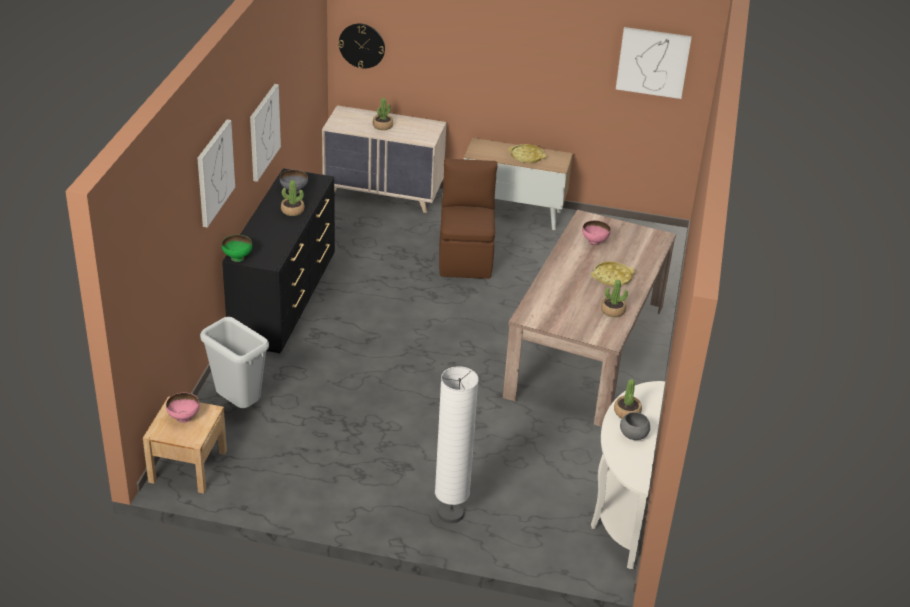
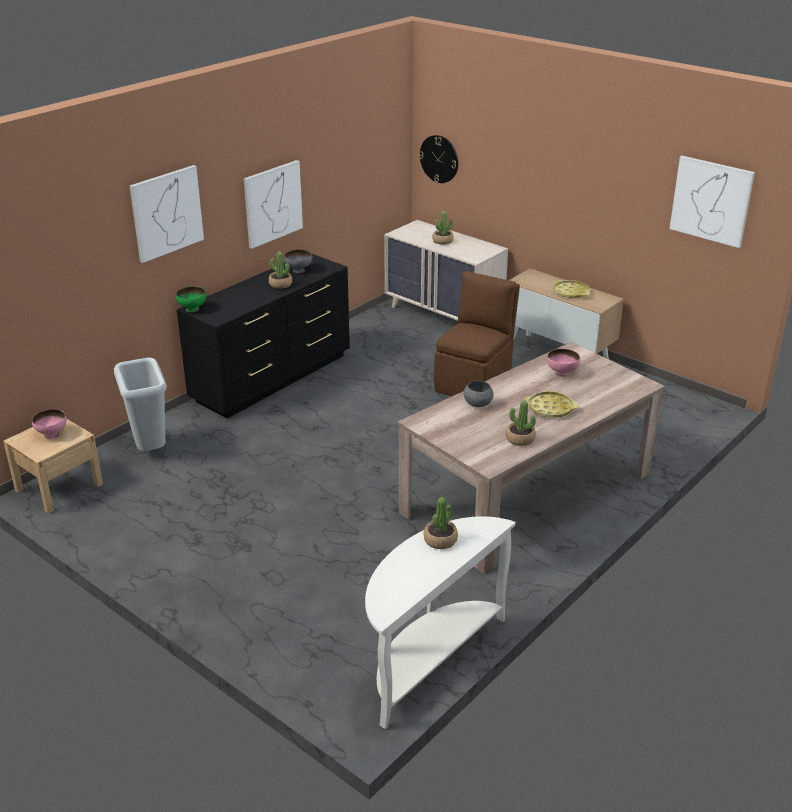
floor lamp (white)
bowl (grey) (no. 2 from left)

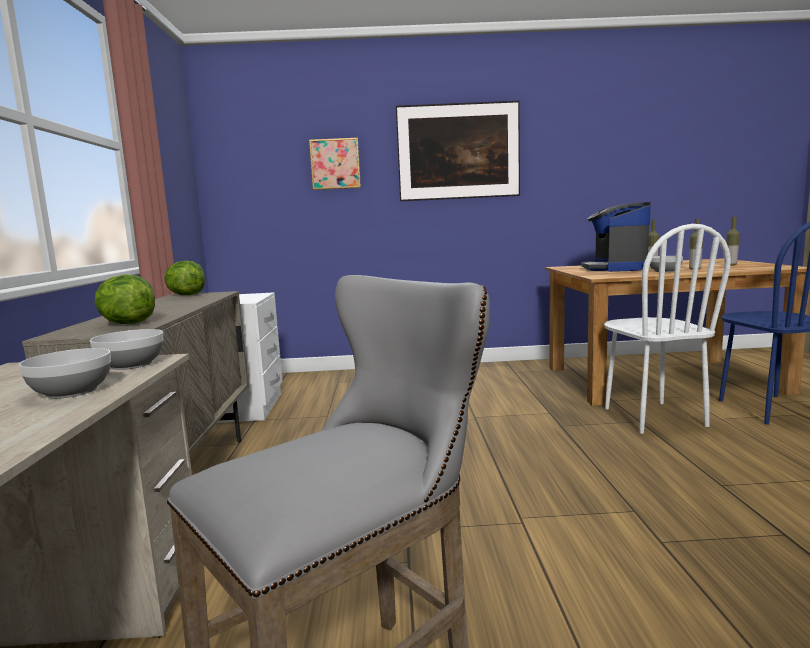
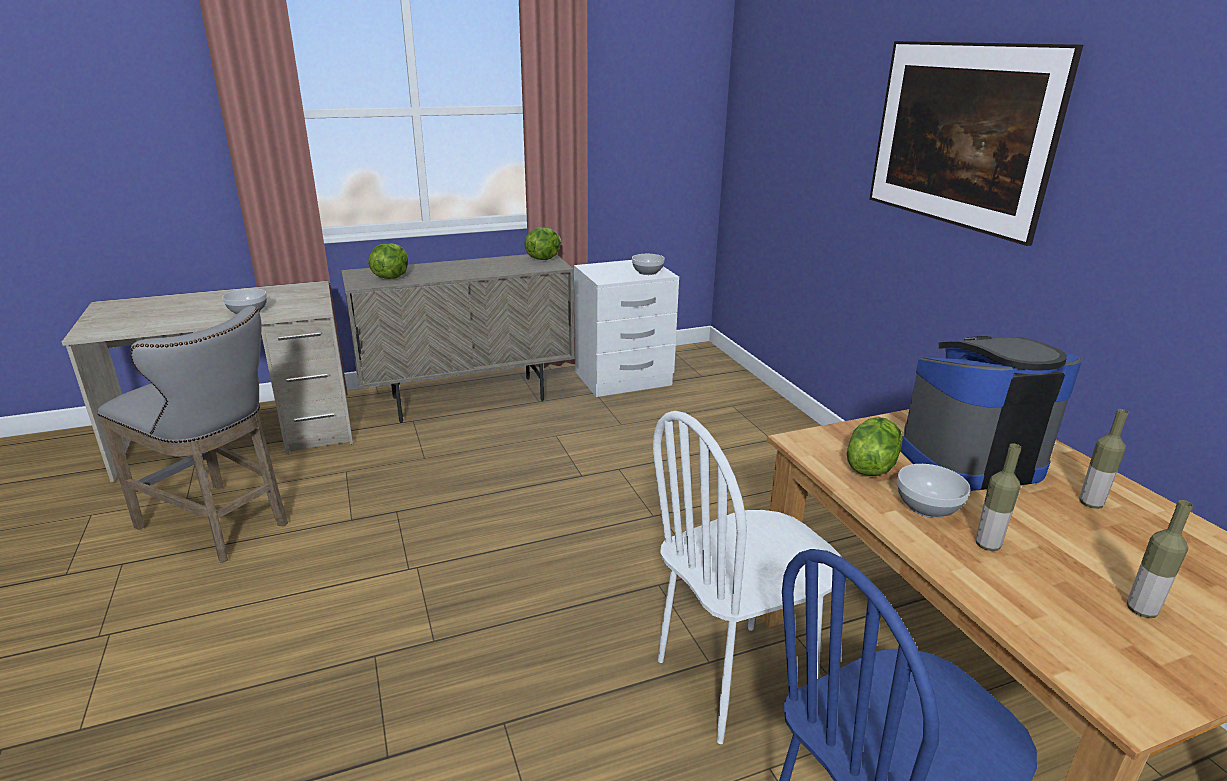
picture (no. 1 from left in the first image)
bowl (no. 2 from left)
lettuce (no. 3 from left)

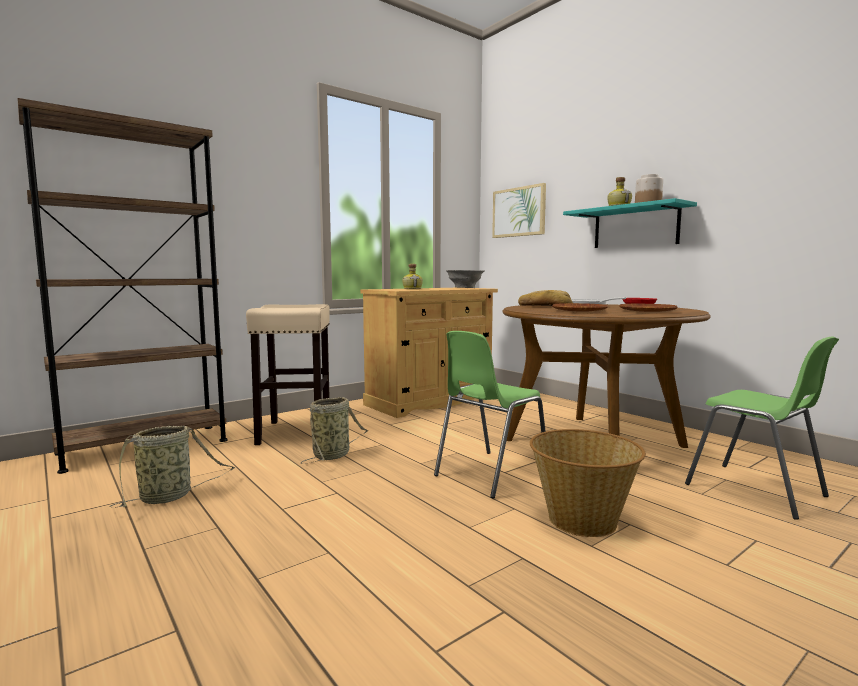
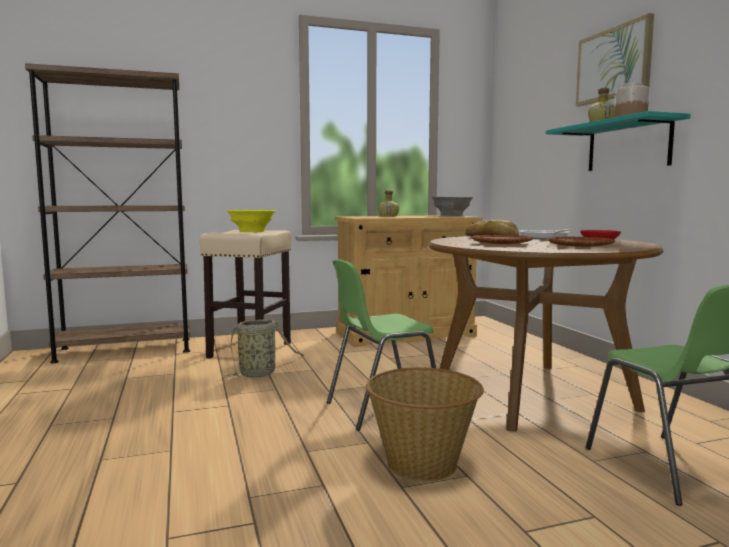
picture
basket (no. 1 from left in the first image)
bowl (yellow)

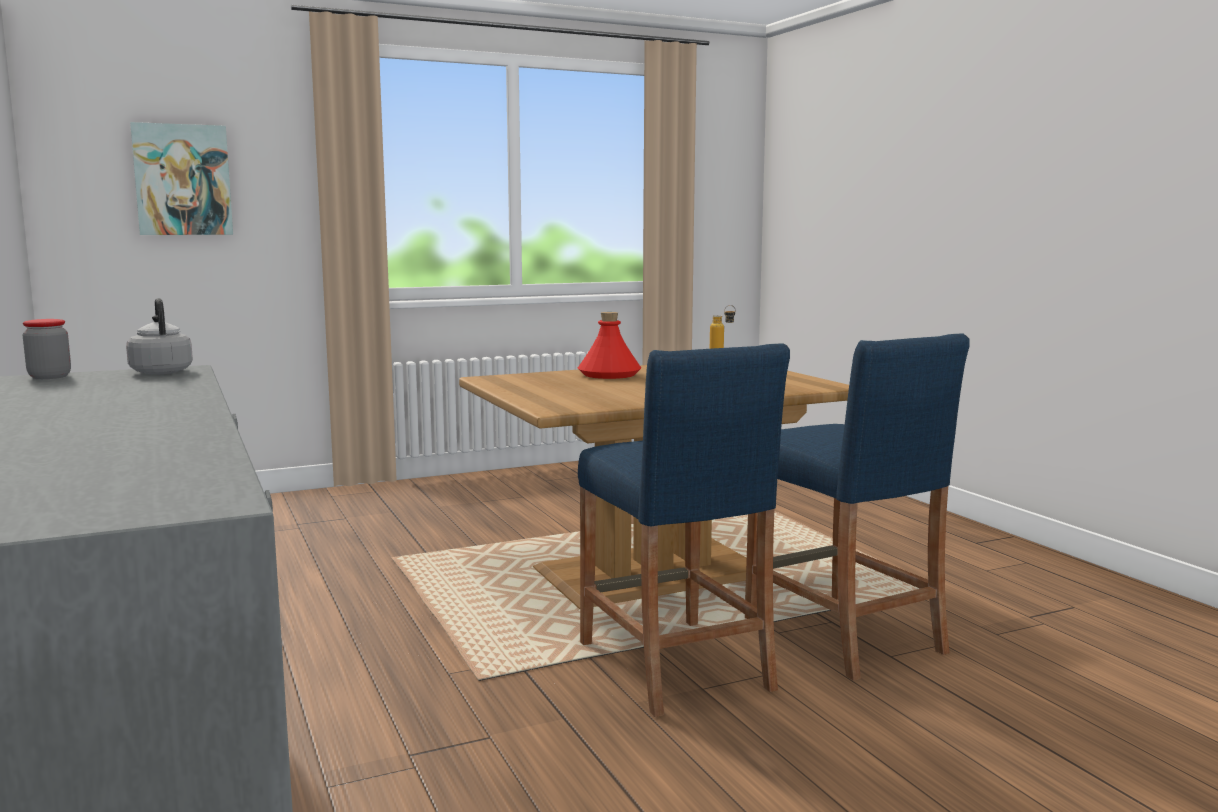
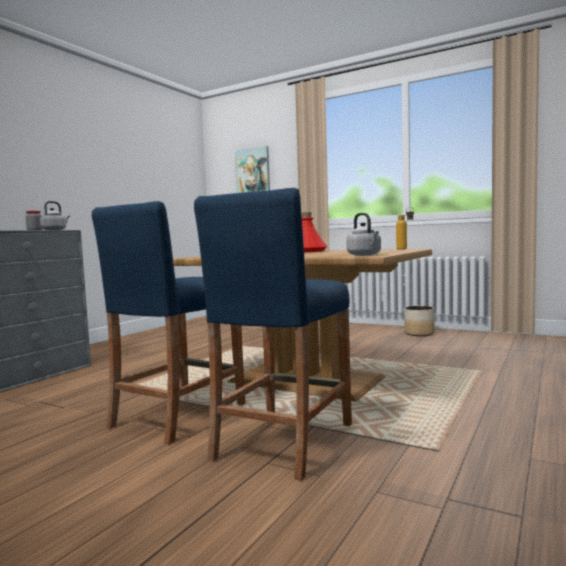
kettle (grey) (no. 2 from left)
planter

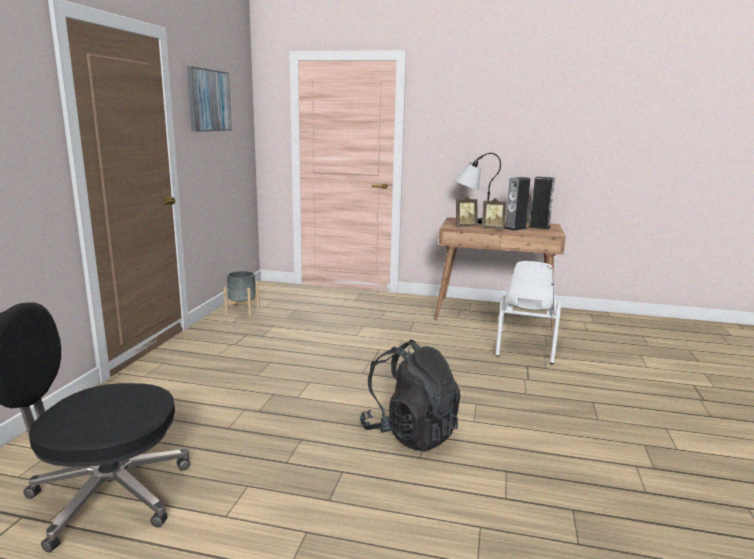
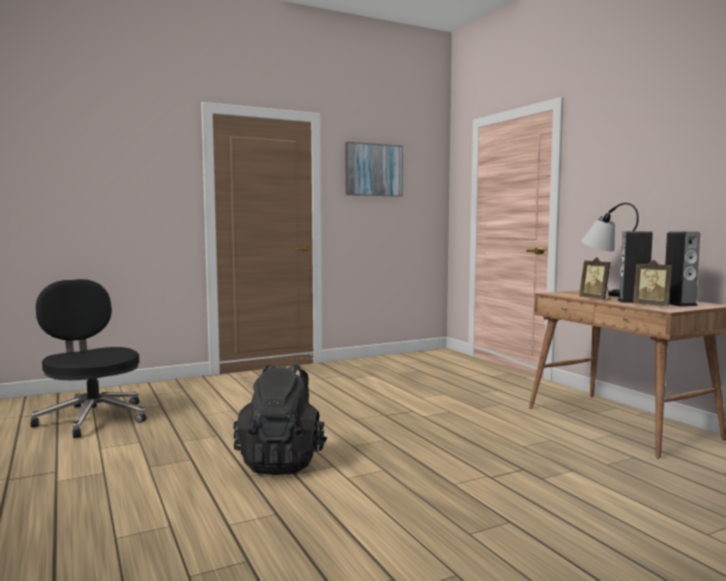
picture frame (no. 2 from left)
chair (white)
planter (grey)

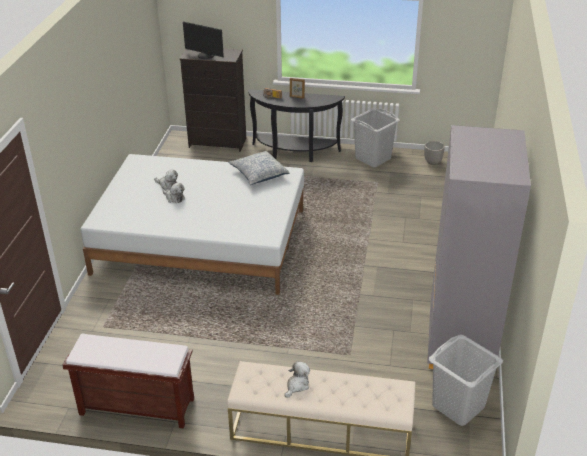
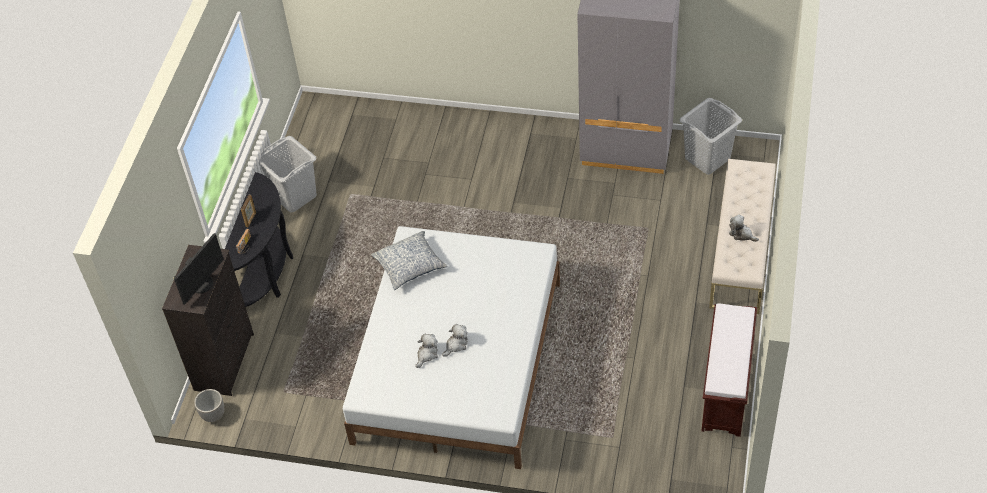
planter

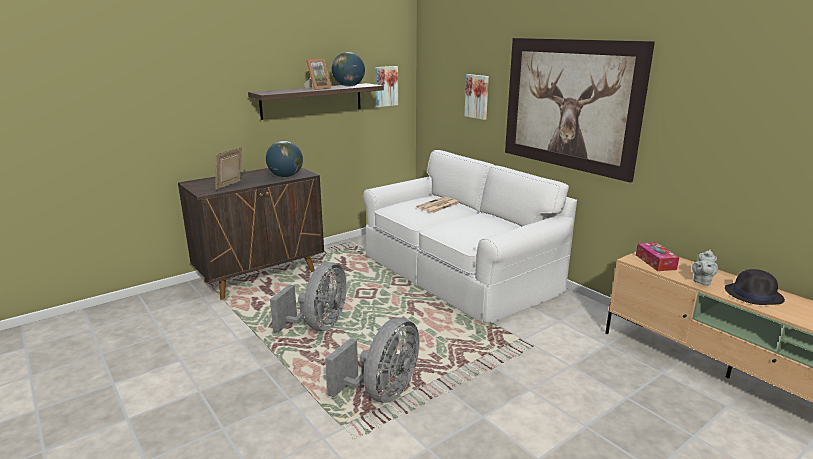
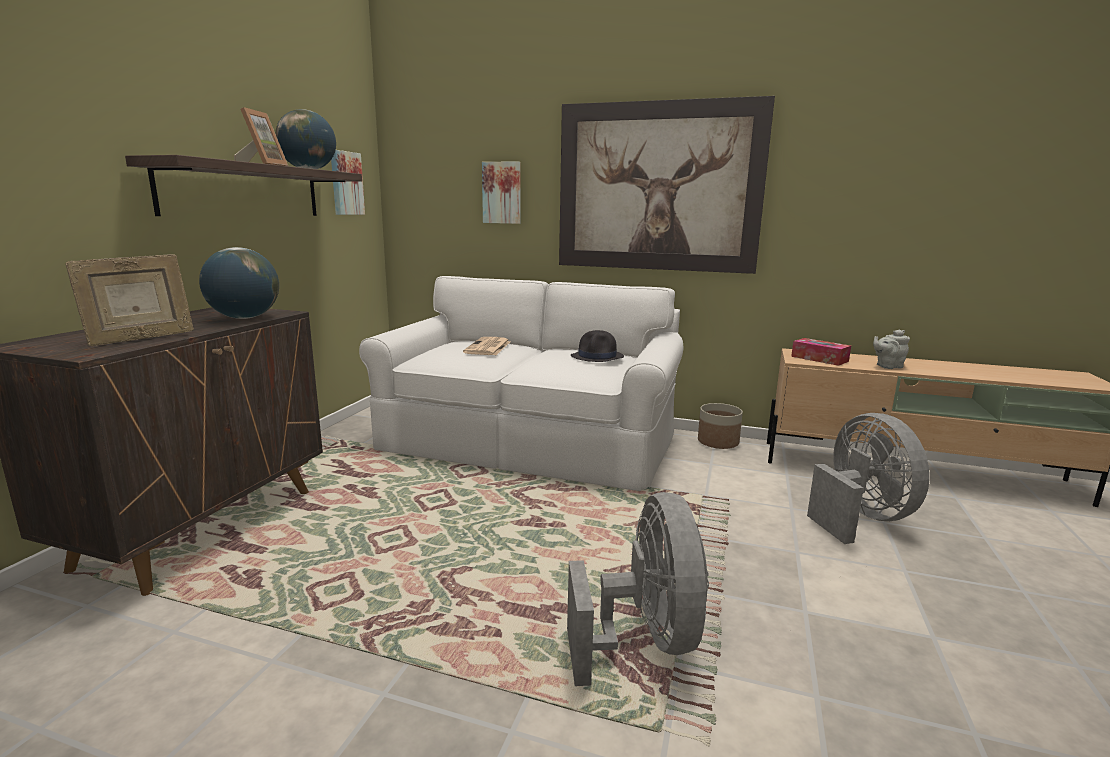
picture frame (no. 1 from left)
teapot (grey)
fan (grey) (no. 2 from left)
hat (black)
planter

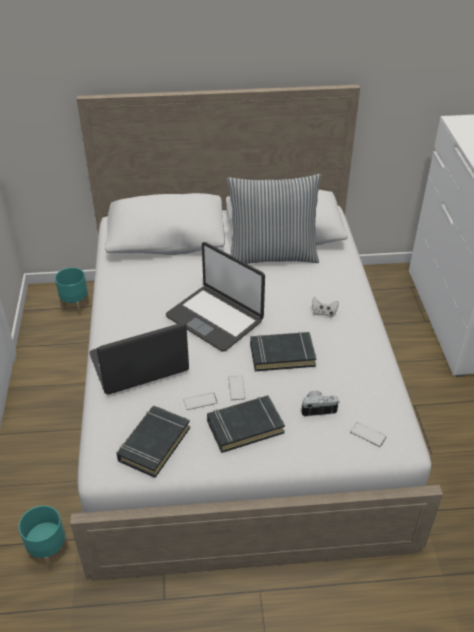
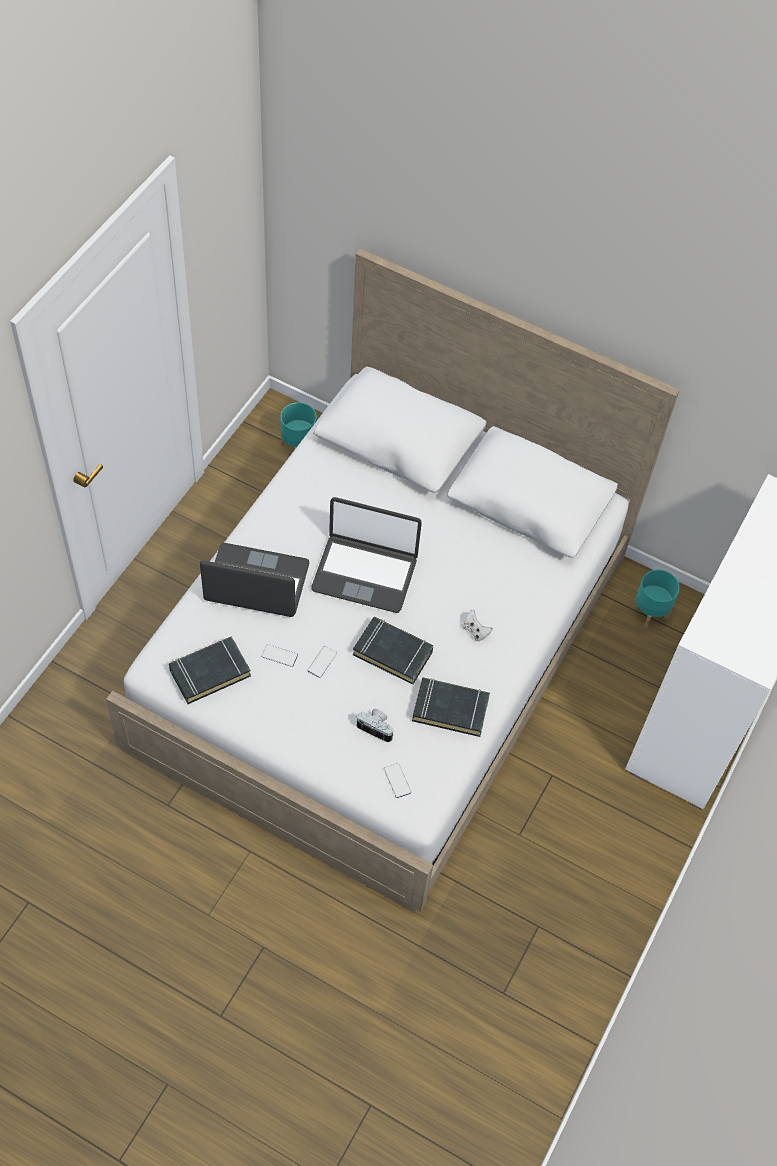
pillow
laptop (no. 2 from left)
book (black) (no. 3 from left)
planter (turquoise) (no. 2 from left)

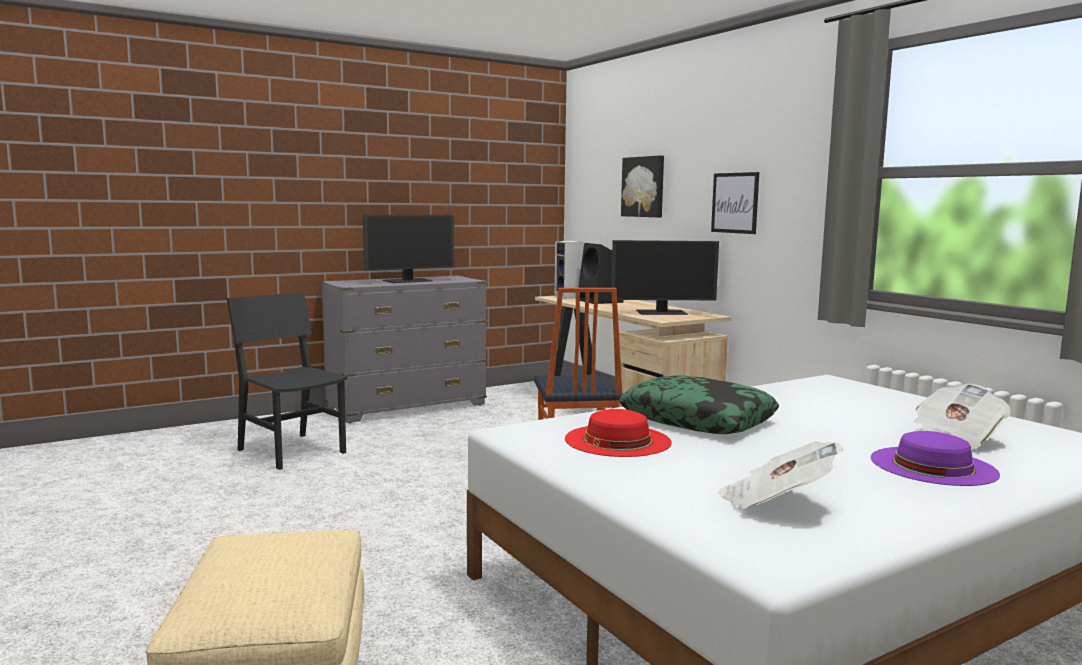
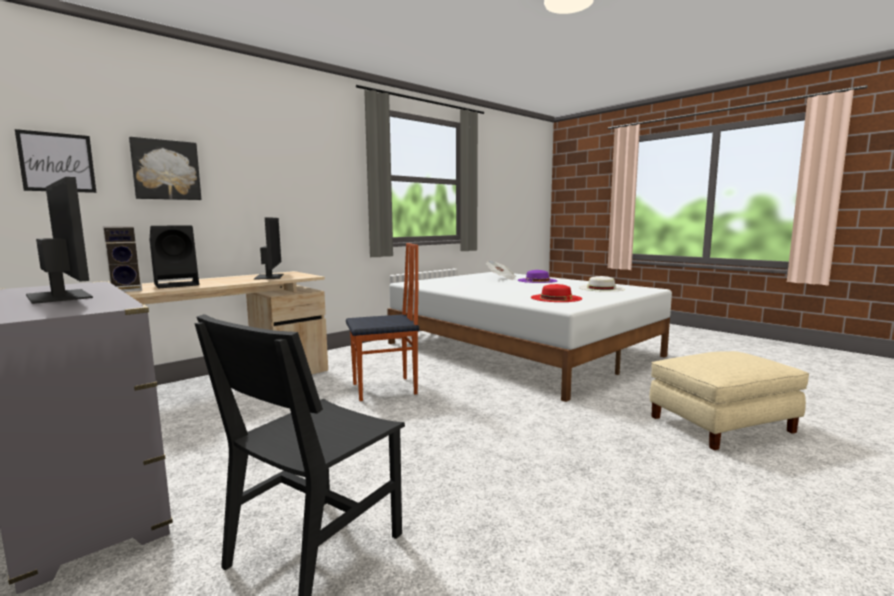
picture (no. 1 from left)
pillow
hat (white)

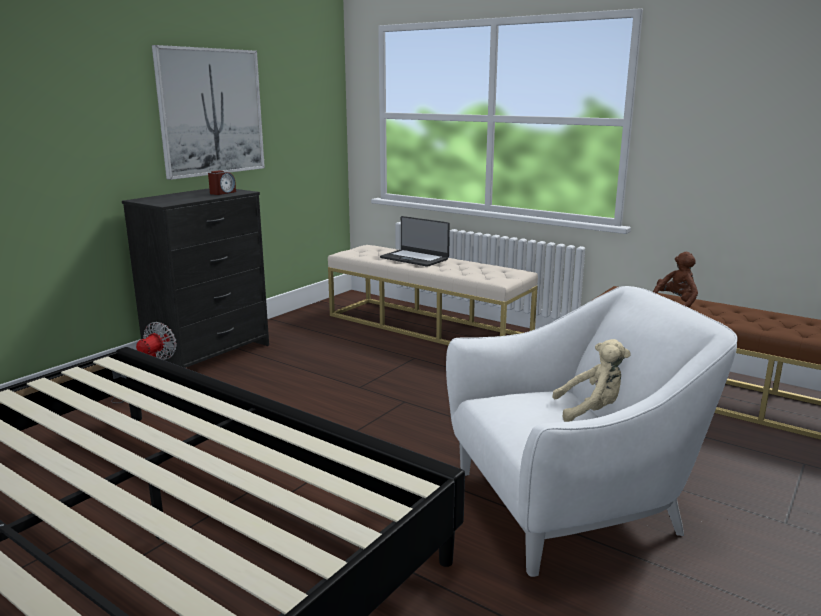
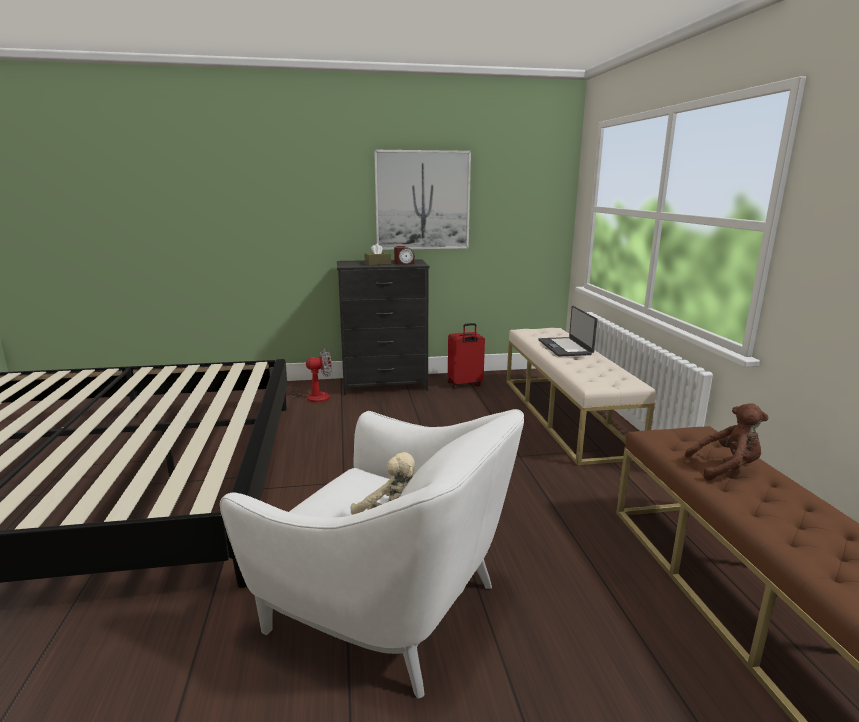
tissue box (brown)
suitcase (red)

